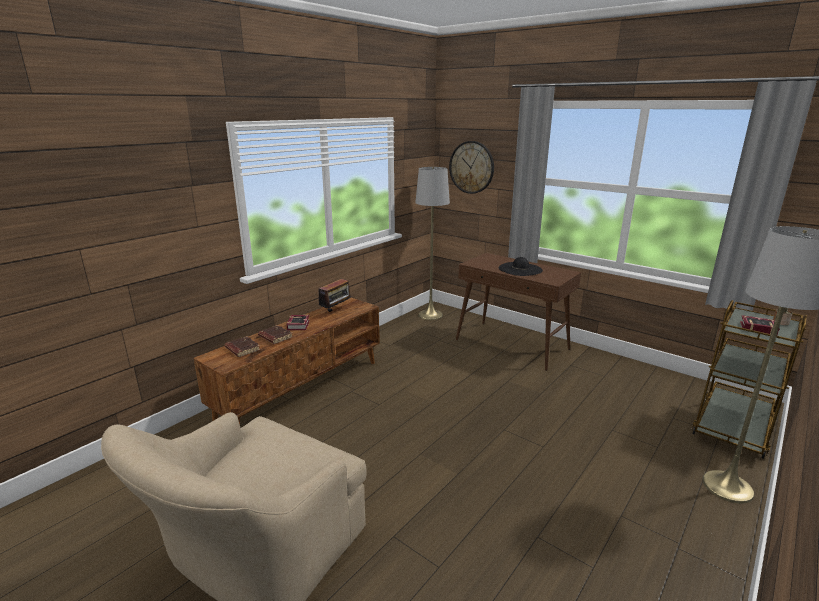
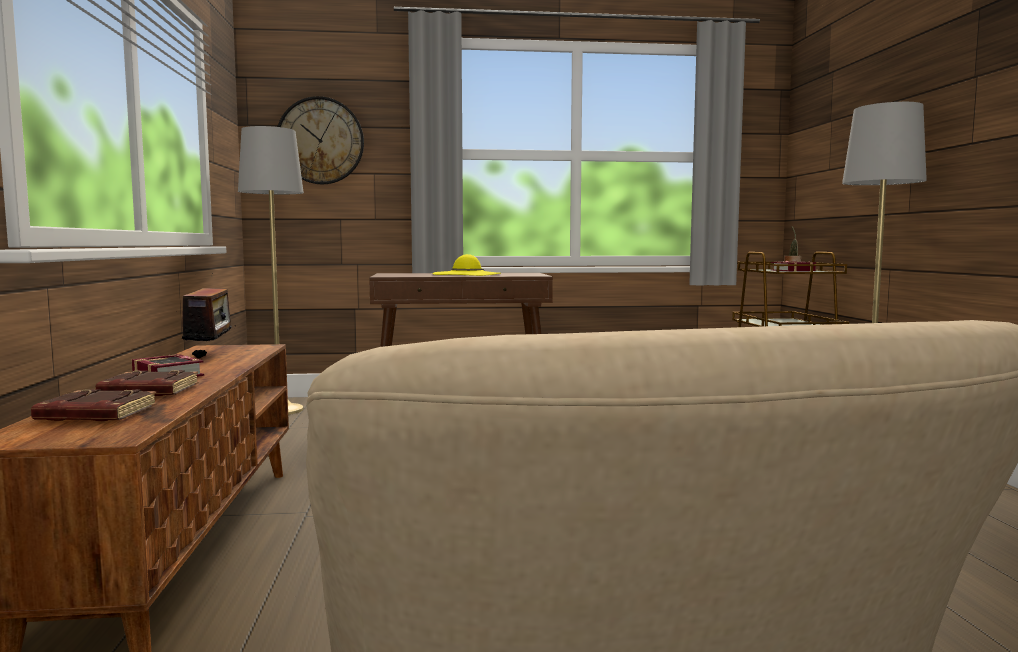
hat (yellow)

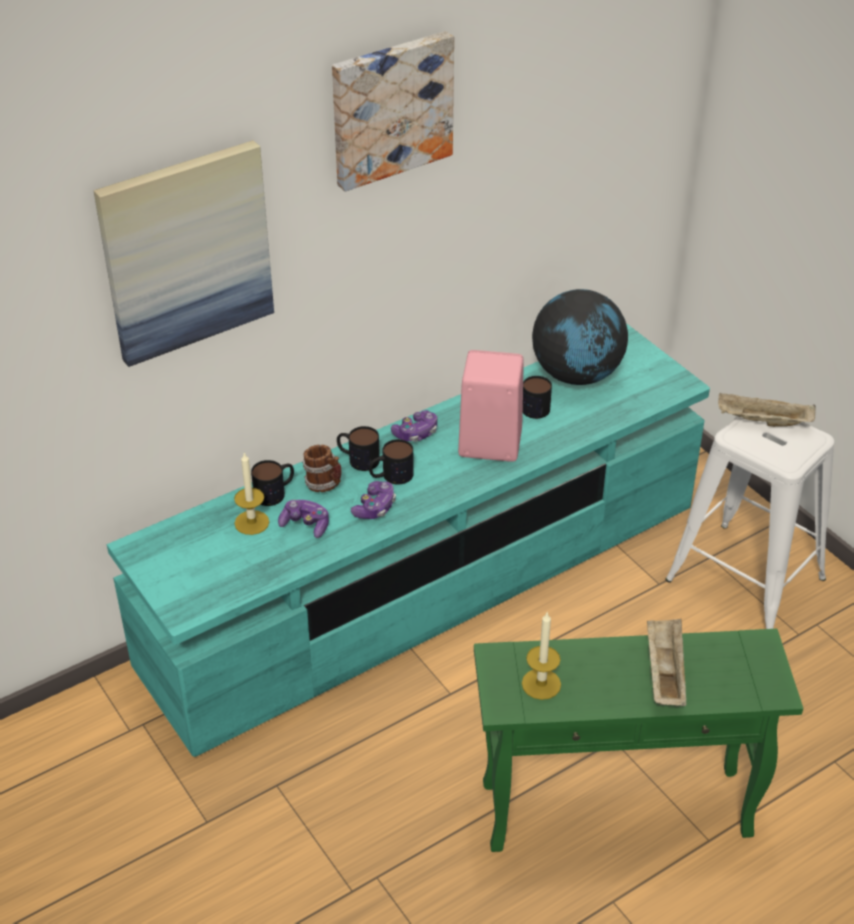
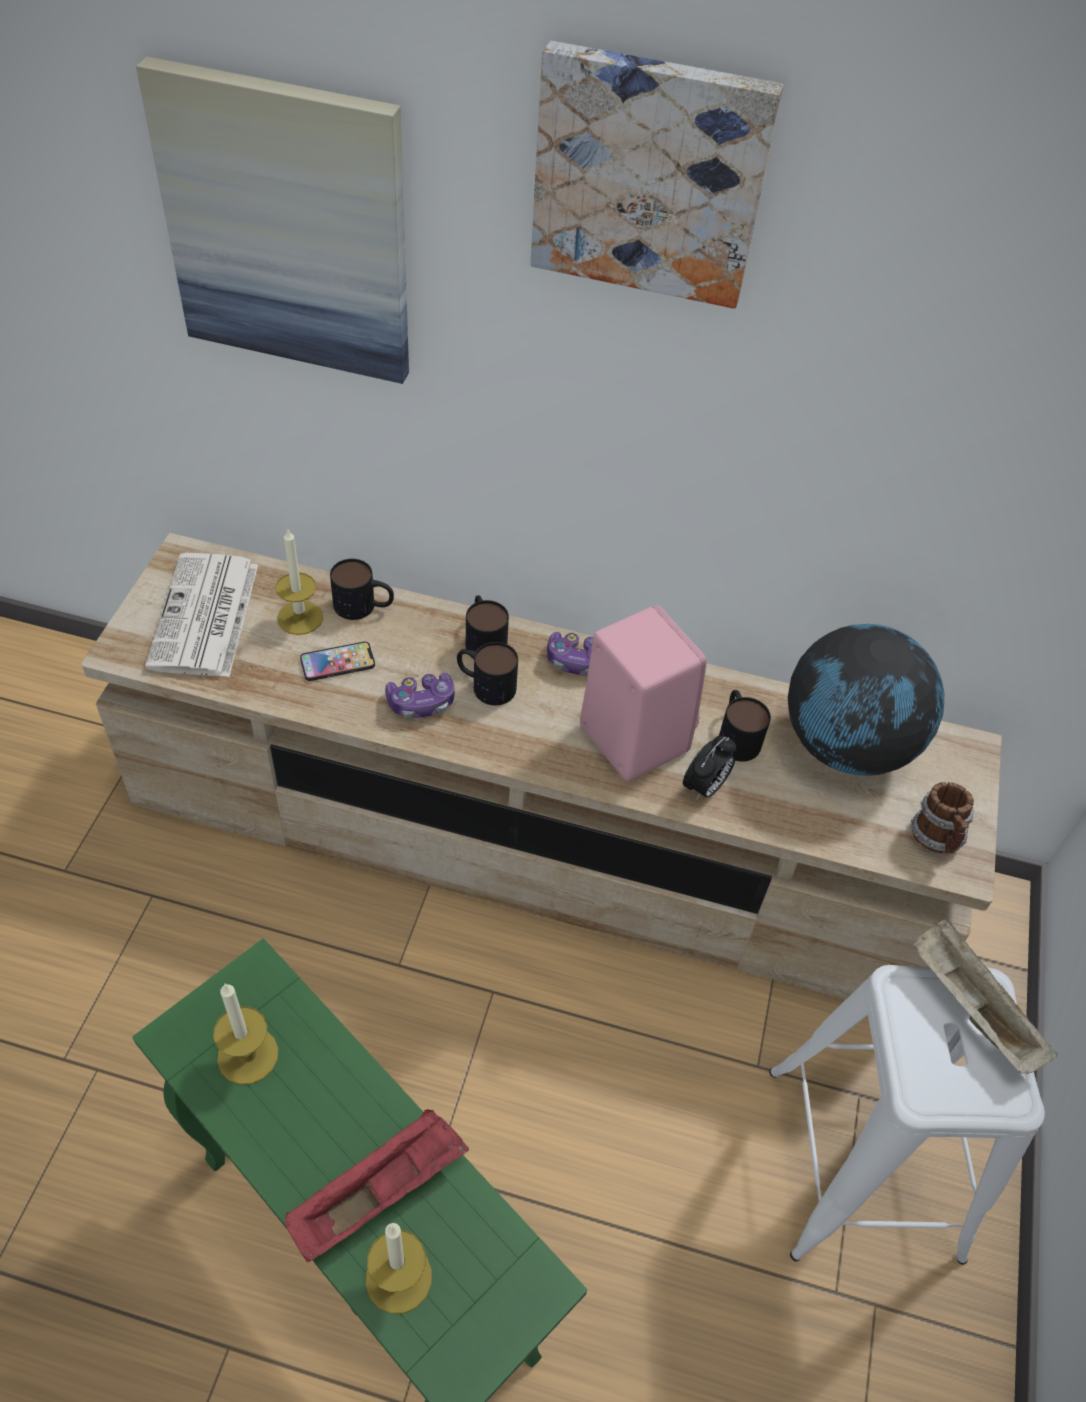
tv stand (beige)
mug (no. 5 from left)
phone
tray (red)
newspaper
alarm clock
candle (no. 3 from left)

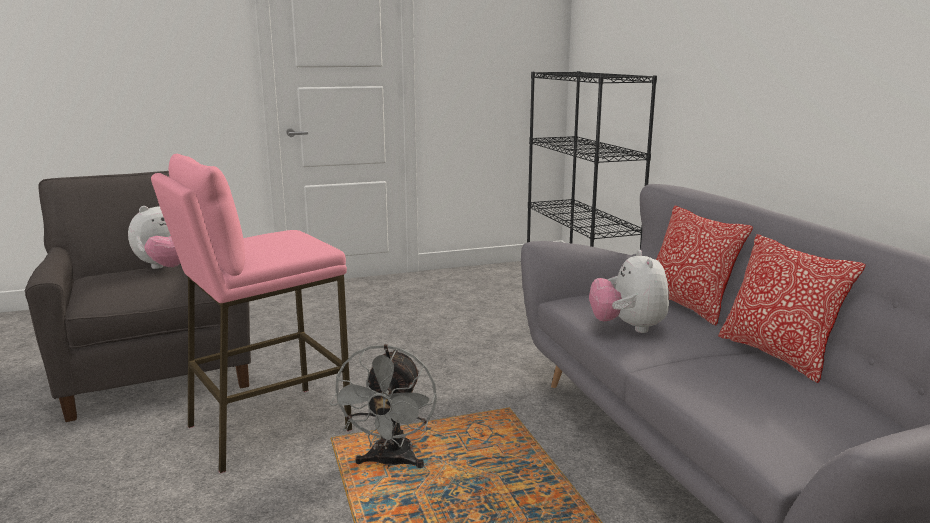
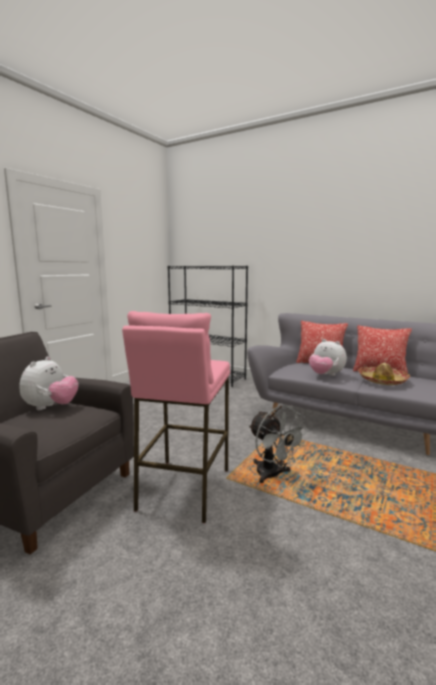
hat

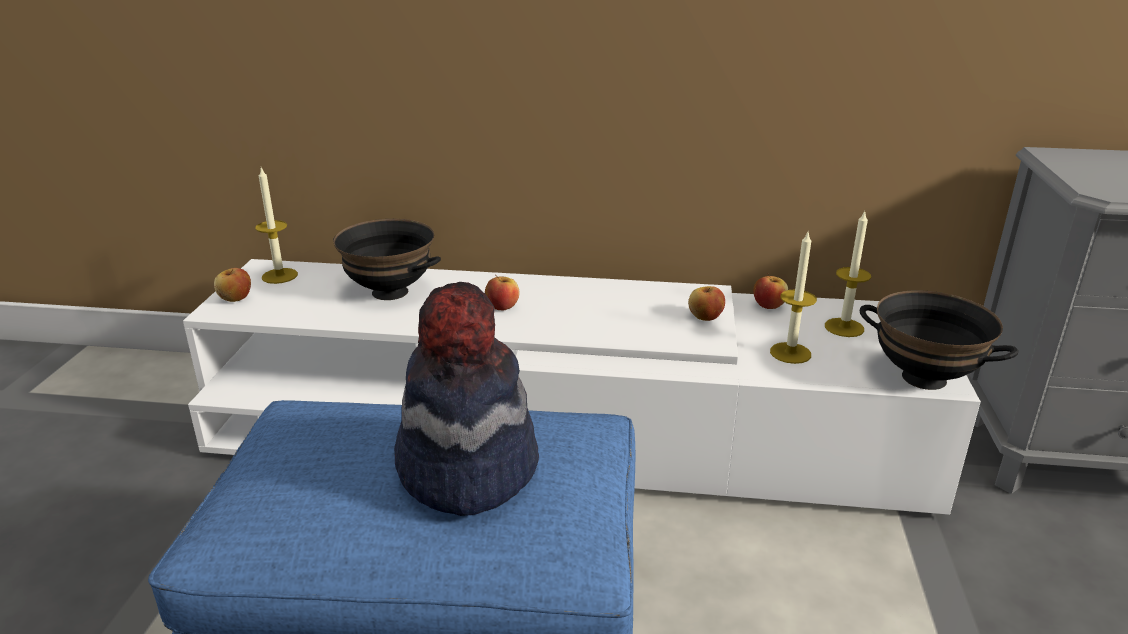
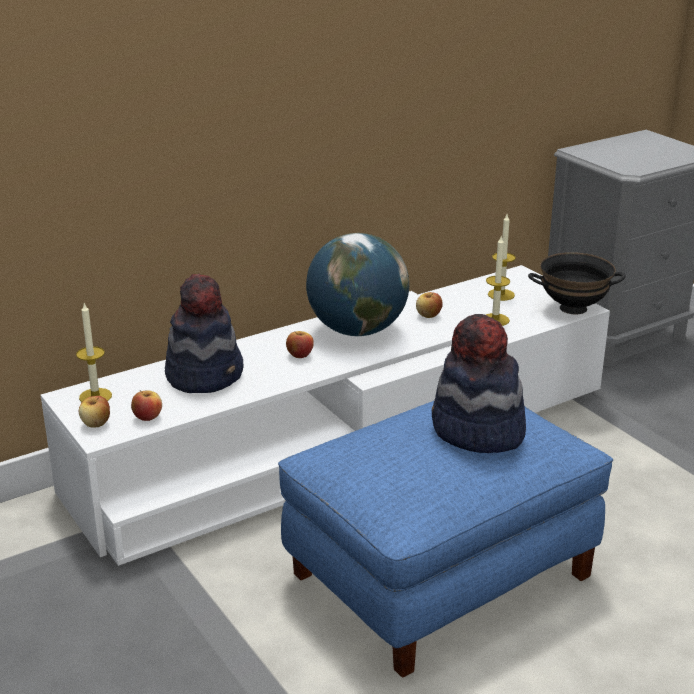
hat (no. 1 from left)
apple (no. 2 from left)
globe

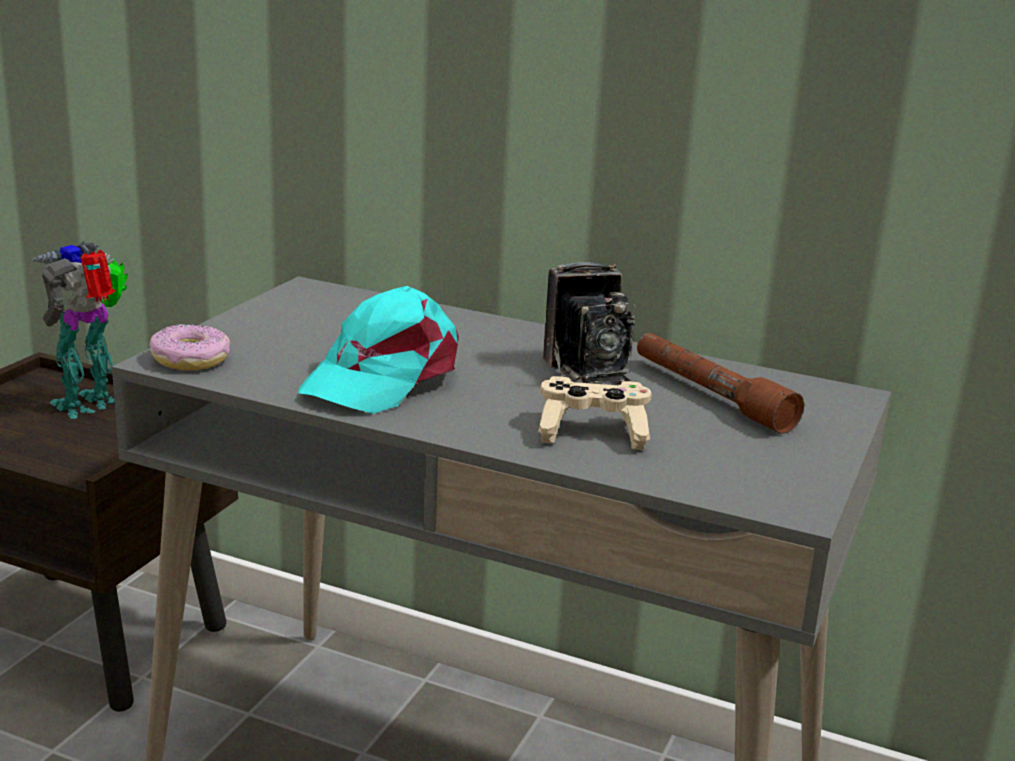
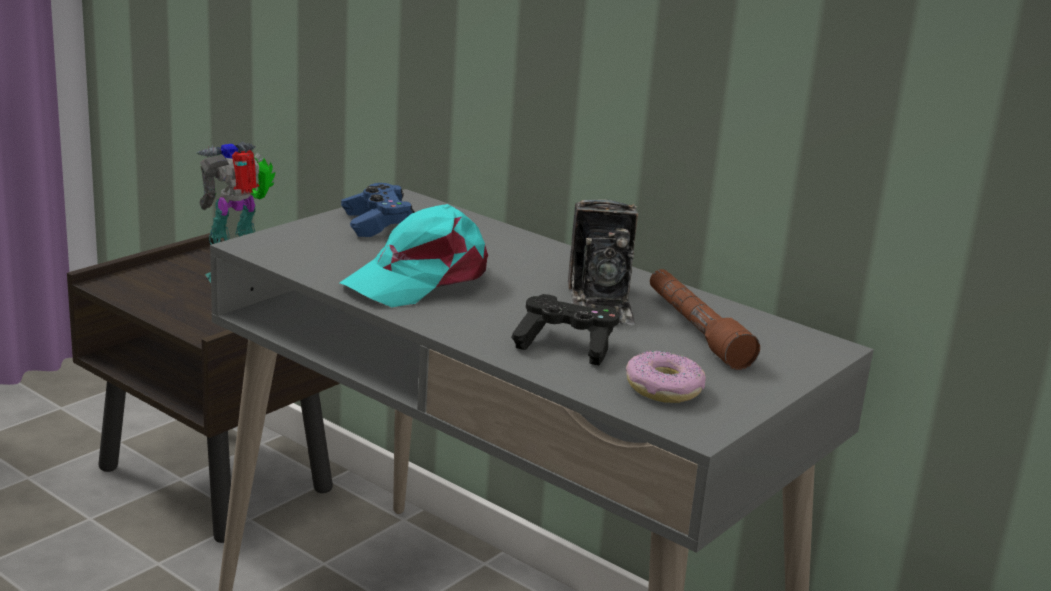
donut
game controller (black)
game controller (blue)

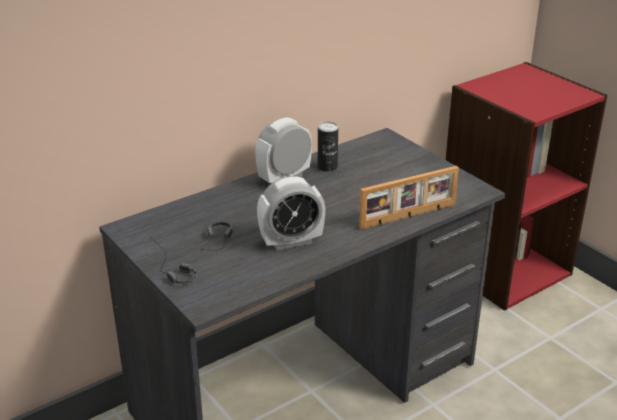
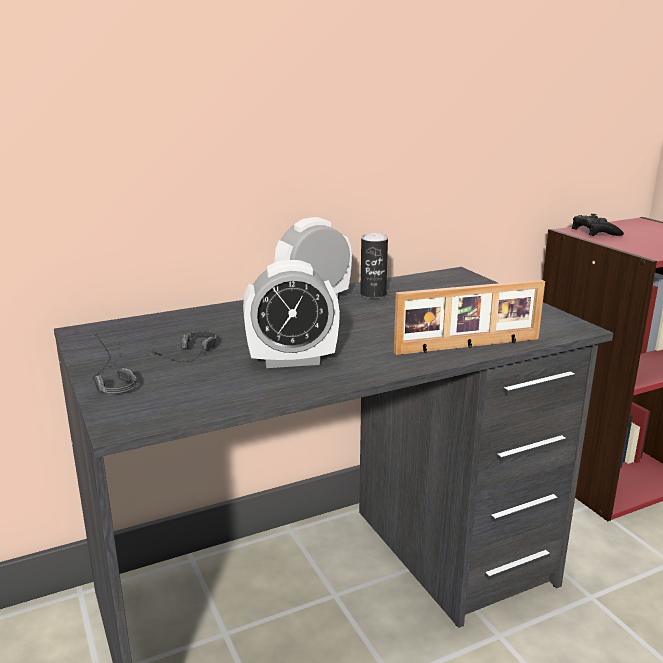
game controller (black)

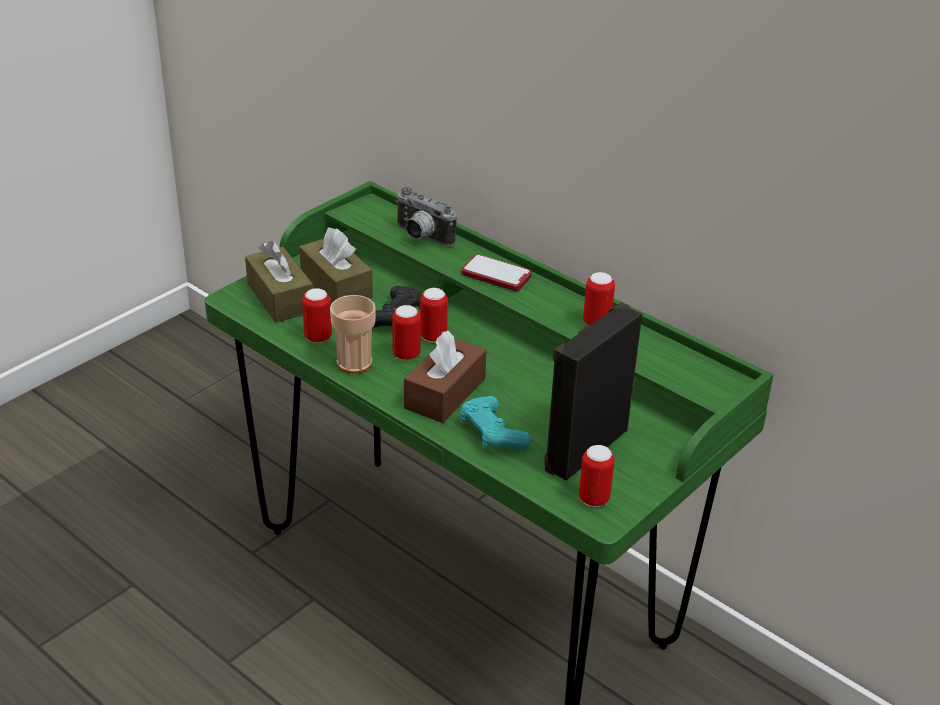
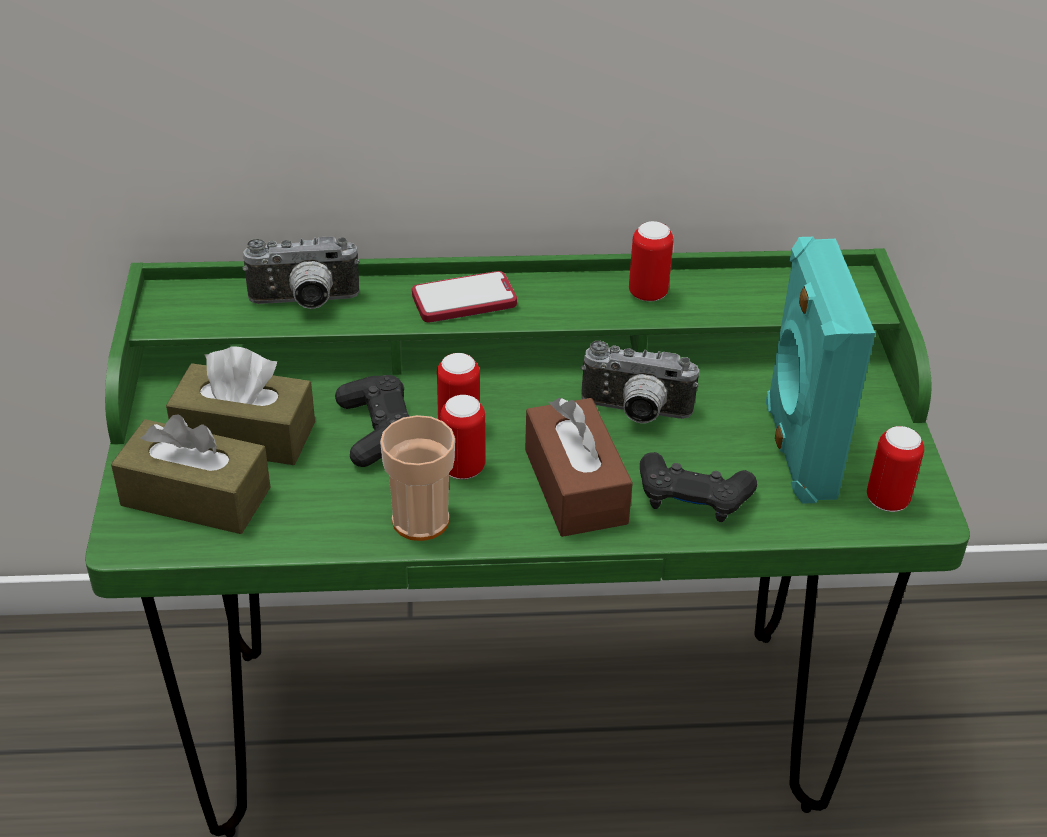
can (no. 1 from left in the first image)
speaker (turquoise)
game controller (black) (no. 2 from left)
photo camera (no. 2 from left)

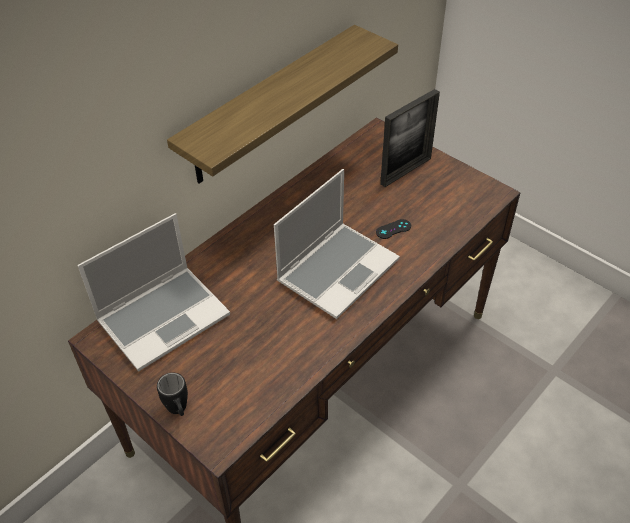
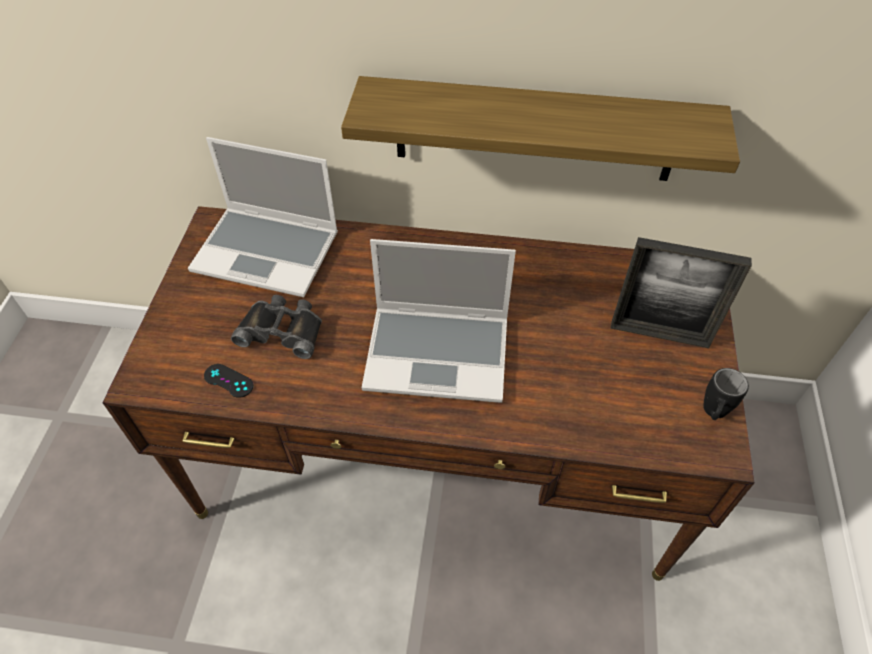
game controller (black)
mug (black)
binoculars (black)

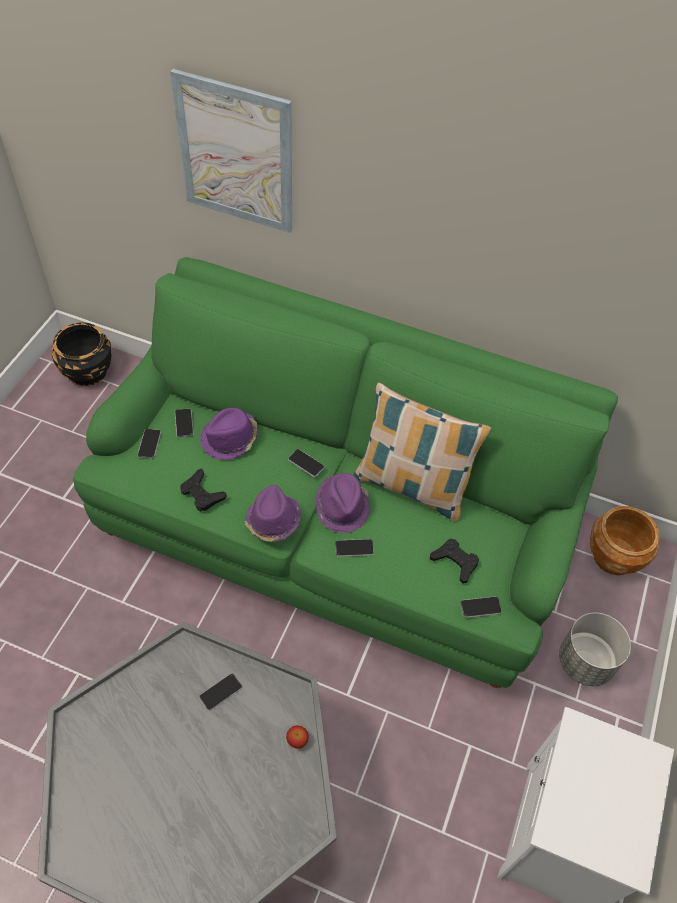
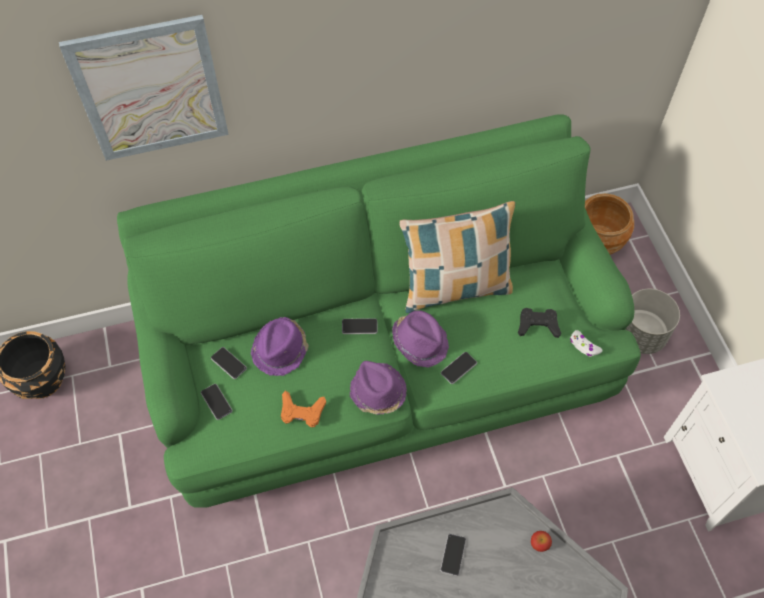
game controller (orange)
game controller (white)

